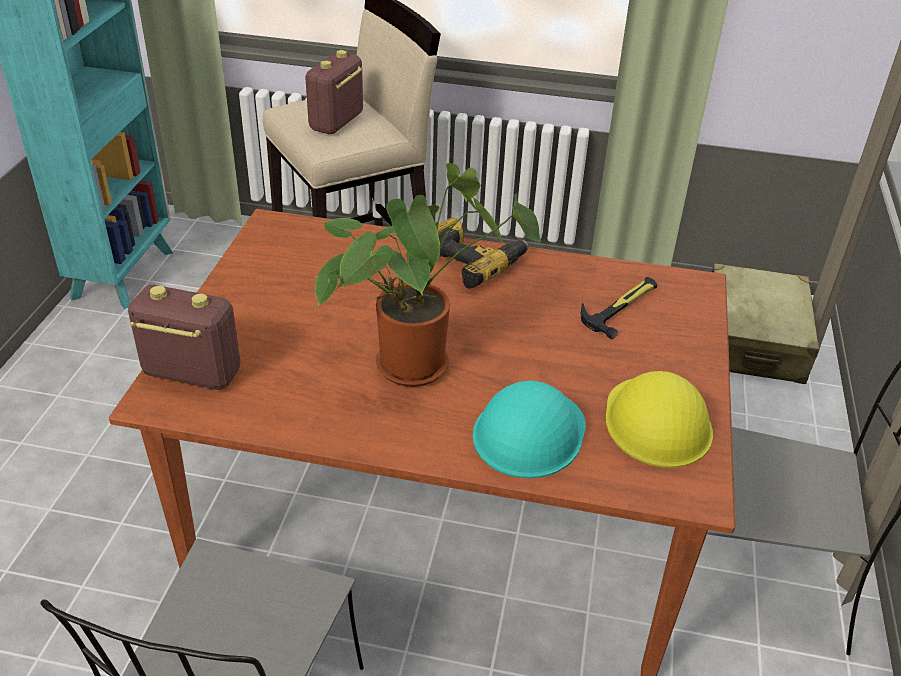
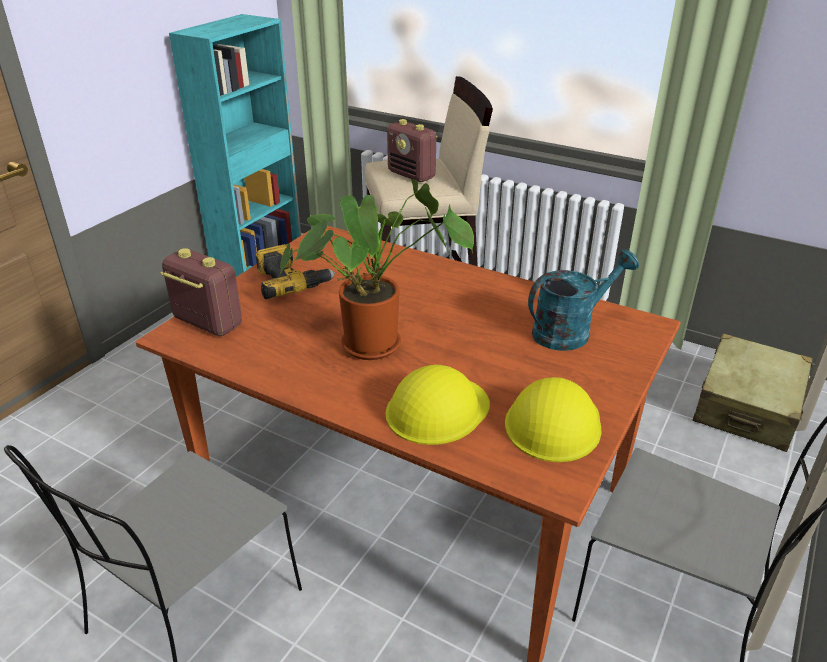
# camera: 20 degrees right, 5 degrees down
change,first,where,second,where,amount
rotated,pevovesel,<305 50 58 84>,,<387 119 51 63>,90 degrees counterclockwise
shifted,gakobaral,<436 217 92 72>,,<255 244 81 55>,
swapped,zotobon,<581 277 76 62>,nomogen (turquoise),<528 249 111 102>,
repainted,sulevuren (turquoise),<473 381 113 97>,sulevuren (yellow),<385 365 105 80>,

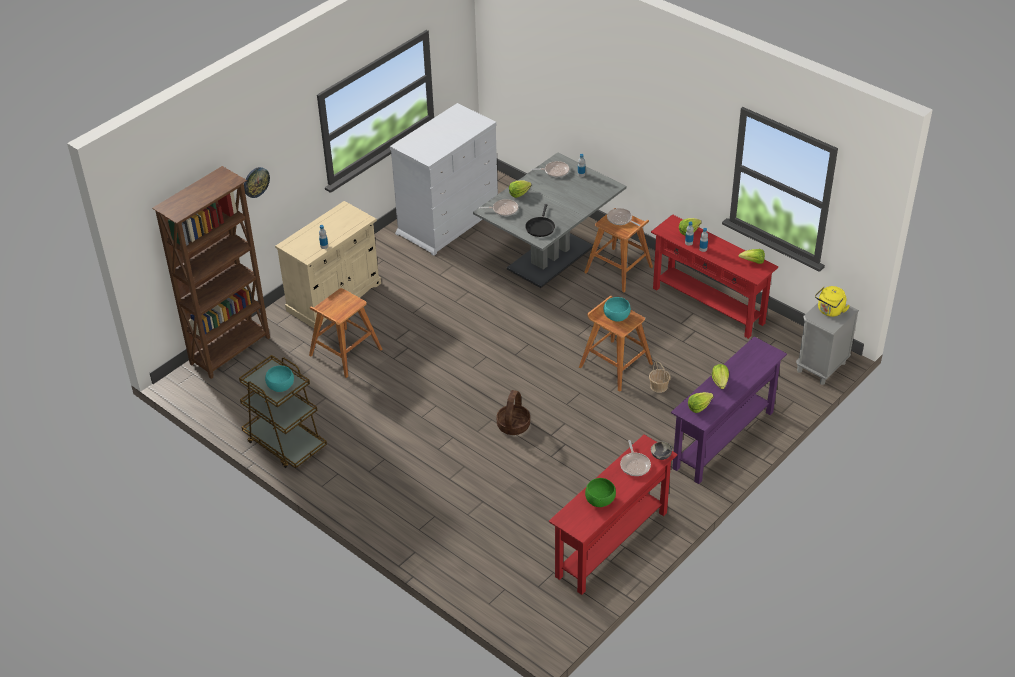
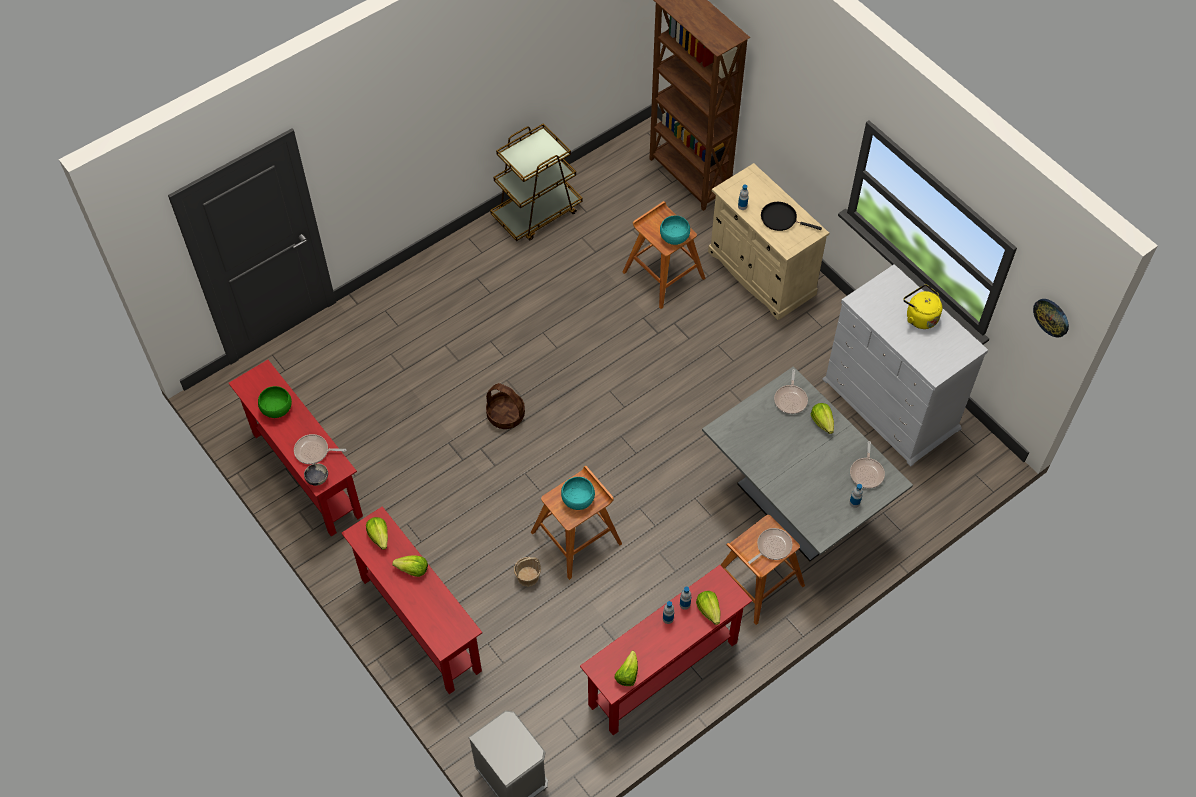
# camera: 100 degrees right, 15 degrees up
change,first,where,second,where,amount
shifted,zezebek,<244 167 26 31>,,<1033 299 36 38>,
shifted,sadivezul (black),<525 204 30 33>,,<761 202 61 29>,
shifted,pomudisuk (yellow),<815 286 35 31>,,<903 285 39 44>,
repainted,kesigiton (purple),<671 336 116 148>,kesigiton (red),<341 507 141 187>,
shifted,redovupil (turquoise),<265 366 29 26>,,<660 215 30 30>,

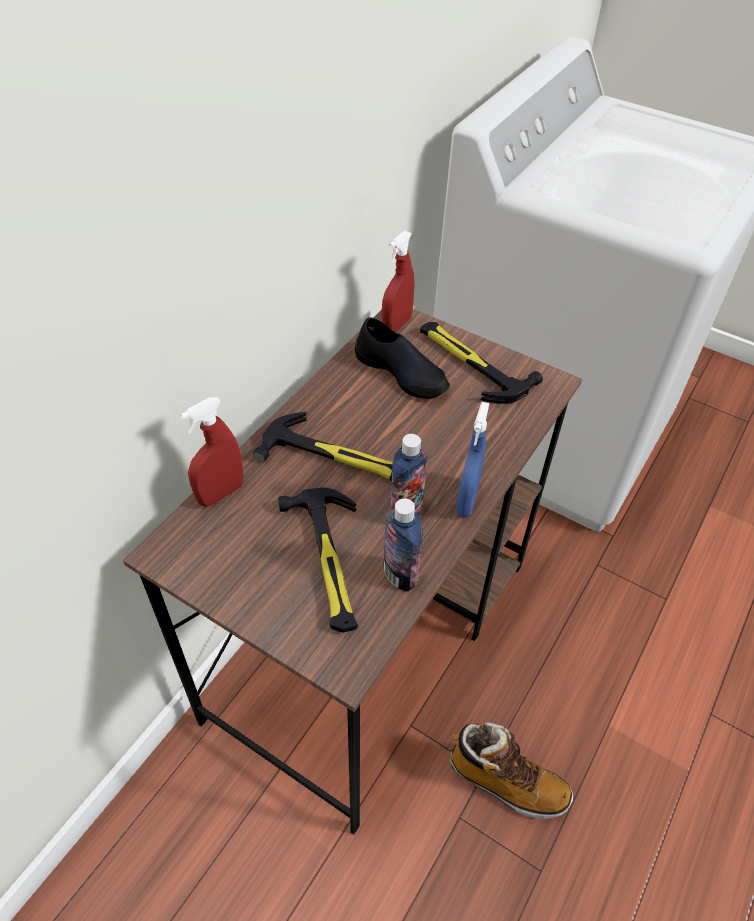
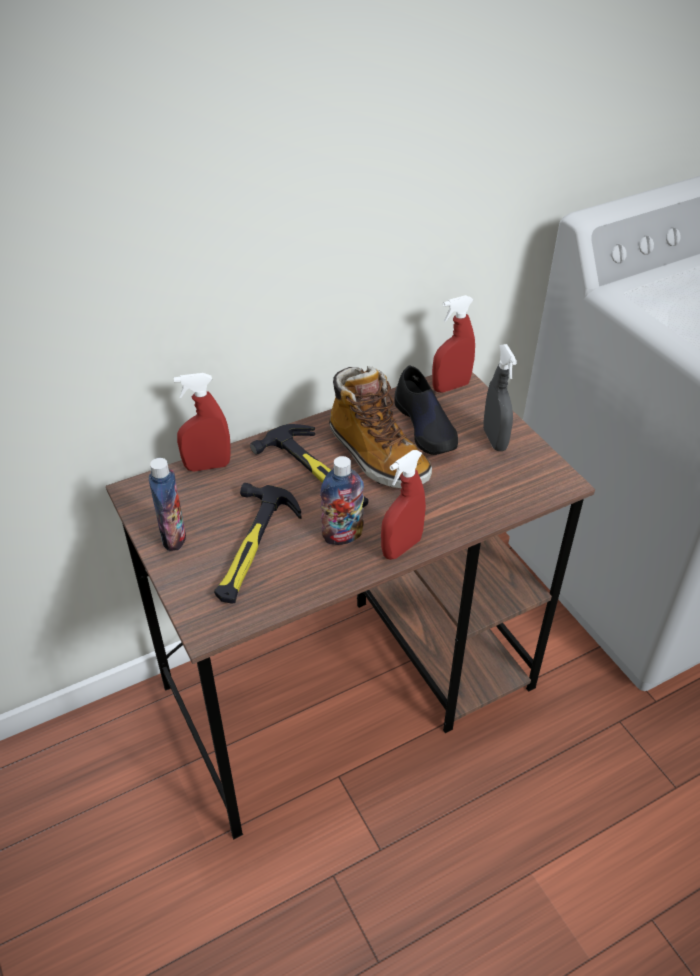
# camera: 30 degrees right, 5 degrees down
change,first,where,second,where,amount
swapped,zotobon,<420 322 123 82>,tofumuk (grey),<483 344 34 107>,
repainted,tofumuk (blue),<456 402 33 115>,tofumuk (red),<381 450 45 110>,
shifted,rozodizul,<383 499 40 93>,,<149 458 37 93>,
shifted,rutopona,<450 723 123 96>,,<329 366 103 122>,

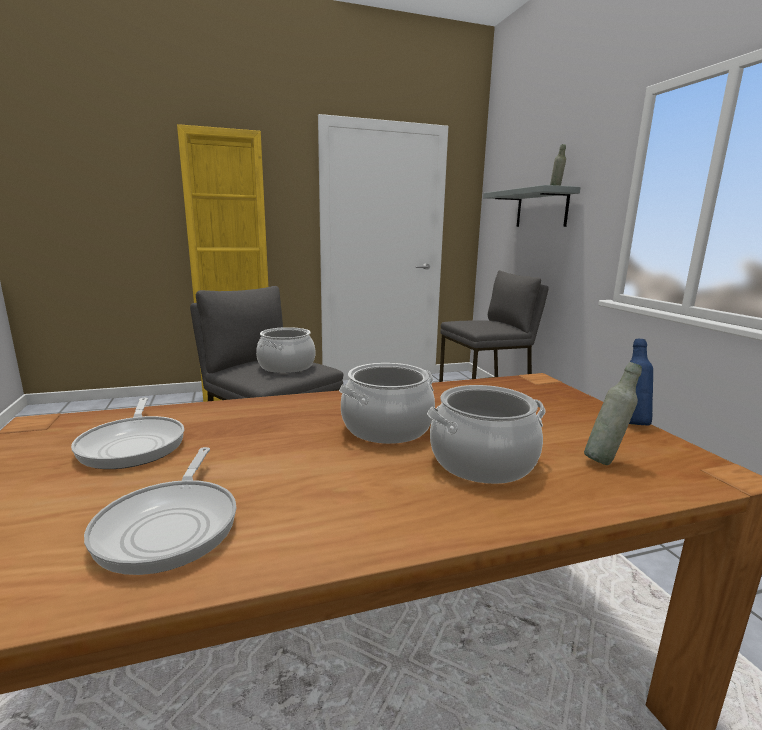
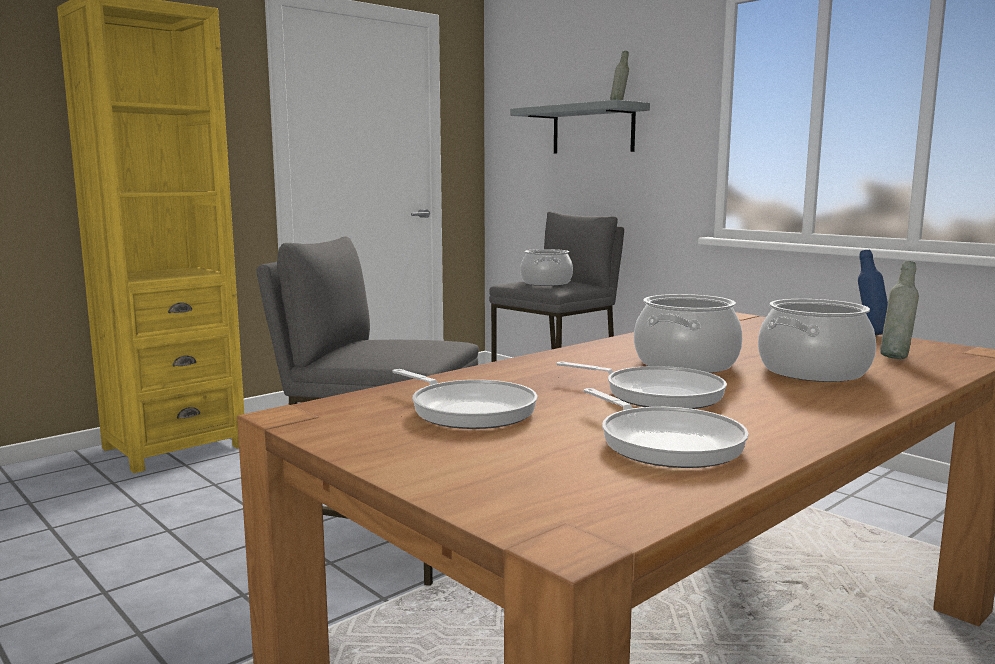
# camera: 25 degrees left, 5 degrees down
change,first,where,second,where,amount
shifted,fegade,<256 327 60 46>,,<520 249 53 37>,
new,,,sadivezul,<556 361 171 48>,

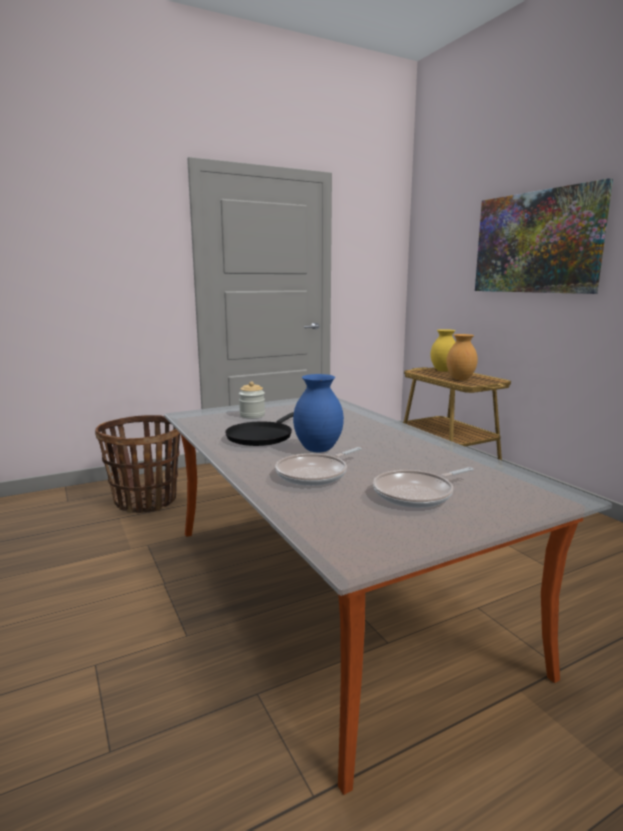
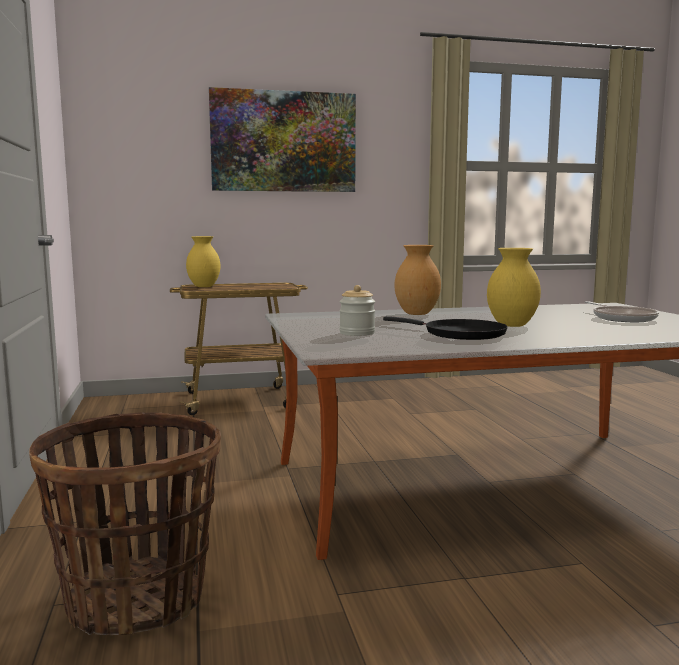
# camera: 75 degrees left, 5 degrees down
change,first,where,second,where,amount
shifted,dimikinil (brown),<446 334 32 46>,,<395 245 46 70>,
repainted,dimikinil (blue),<293 374 51 78>,dimikinil (yellow),<487 248 54 79>,
gone,sadivezul,<275 447 87 39>,,,

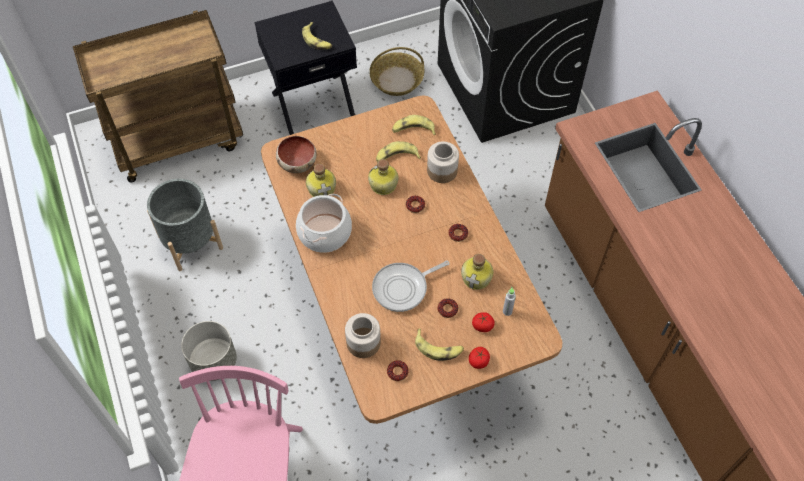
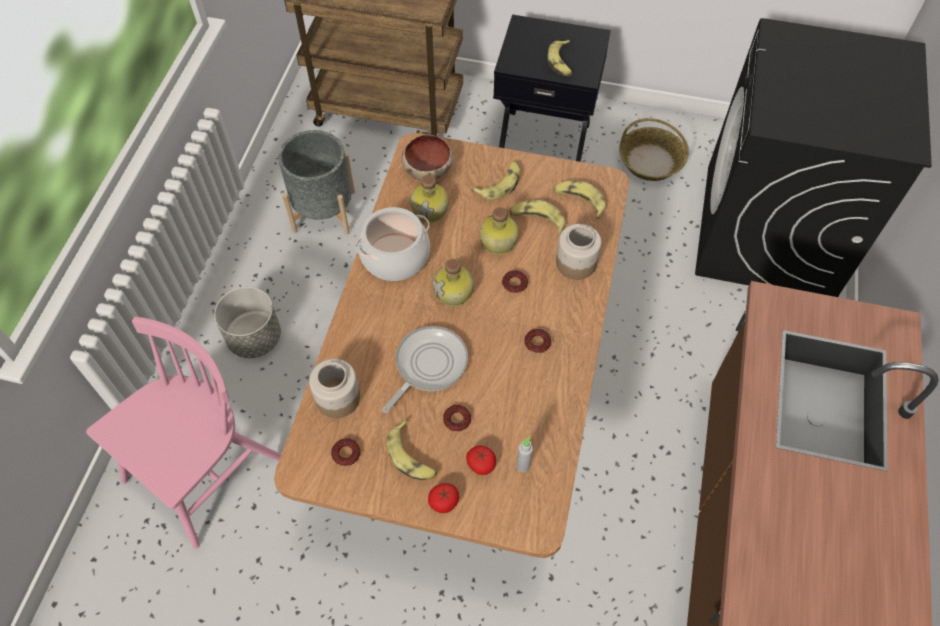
# camera: 35 degrees right, 0 degrees up
change,first,where,second,where,amount
shifted,rozodizul,<461 254 33 36>,,<433 259 41 48>,
rotated,sadivezul,<372 261 77 51>,,<382 326 86 87>,120 degrees clockwise
new,,,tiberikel,<472 161 48 39>,

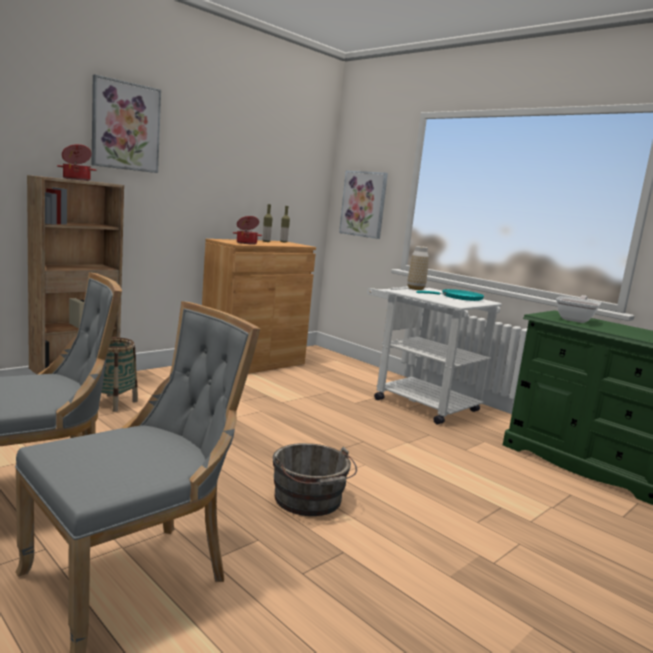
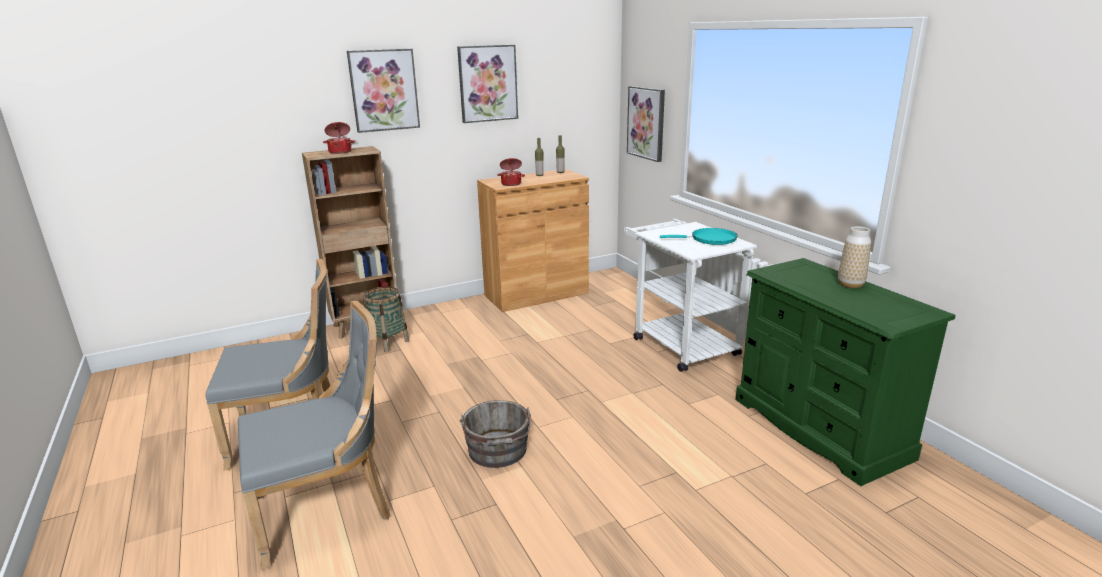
# camera: 20 degrees right, 10 degrees up
change,first,where,second,where,amount
shifted,dimikinil,<407 246 22 44>,,<838 226 33 62>,
gone,sadivezul,<556 295 45 28>,,,
new,,,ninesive,<457 45 61 78>,

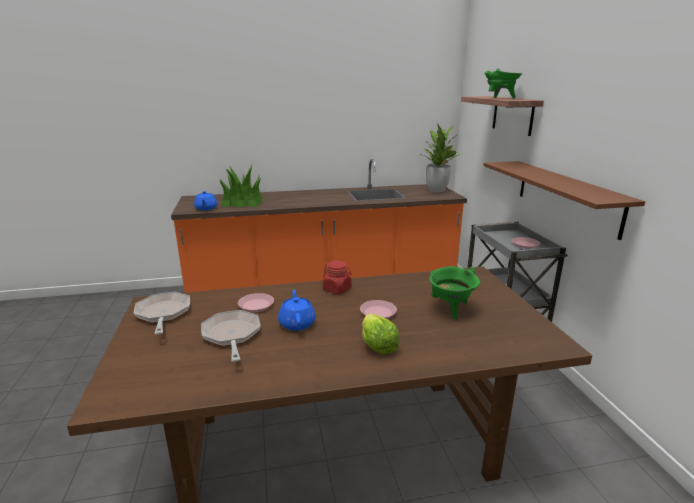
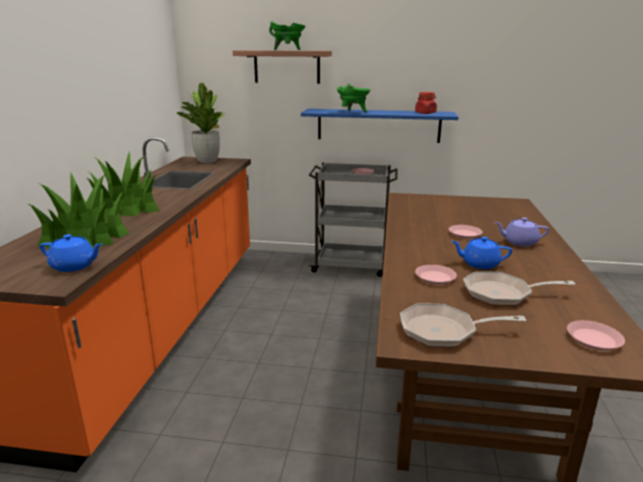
# camera: 70 degrees left, 0 degrees up
change,first,where,second,where,amount
repainted,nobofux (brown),<483 161 162 79>,nobofux (blue),<301 109 158 34>,
shifted,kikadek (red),<323 261 29 33>,,<415 92 22 22>,
shifted,fegade (green),<429 266 51 53>,,<337 84 34 29>,
swapped,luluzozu,<362 313 37 41>,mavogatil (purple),<495 217 54 29>,
new,,,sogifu,<87 152 73 67>,
new,,,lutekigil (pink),<567 320 58 31>,

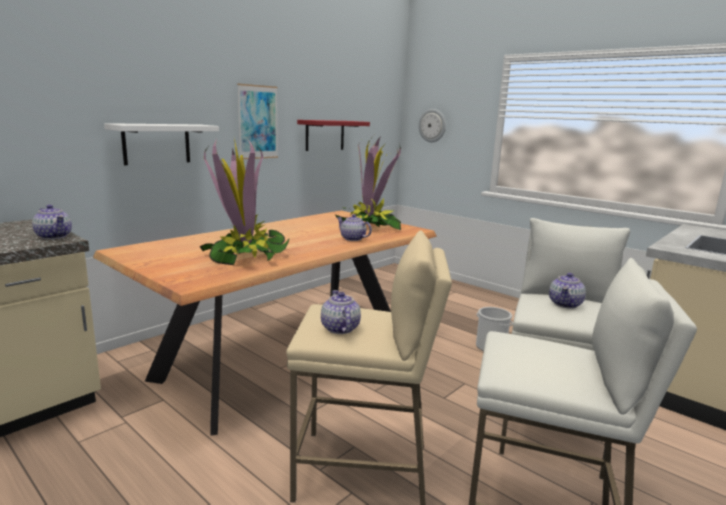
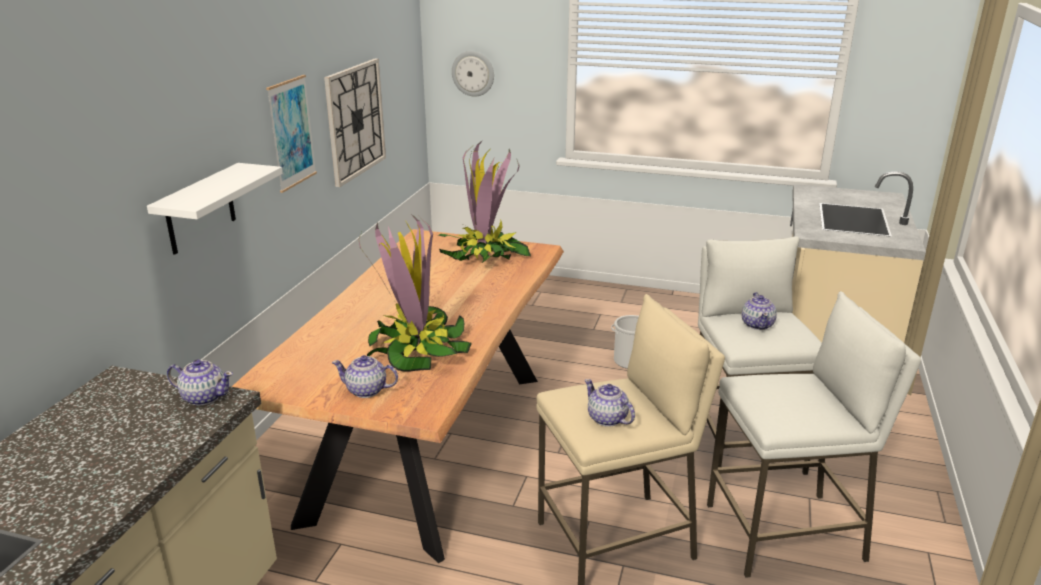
# camera: 25 degrees left, 10 degrees up
change,first,where,second,where,amount
swapped,nobofux (red),<297 120 73 31>,zezebek,<324 59 62 128>,
shifted,mavogatil,<337 214 35 27>,,<332 355 66 43>,

